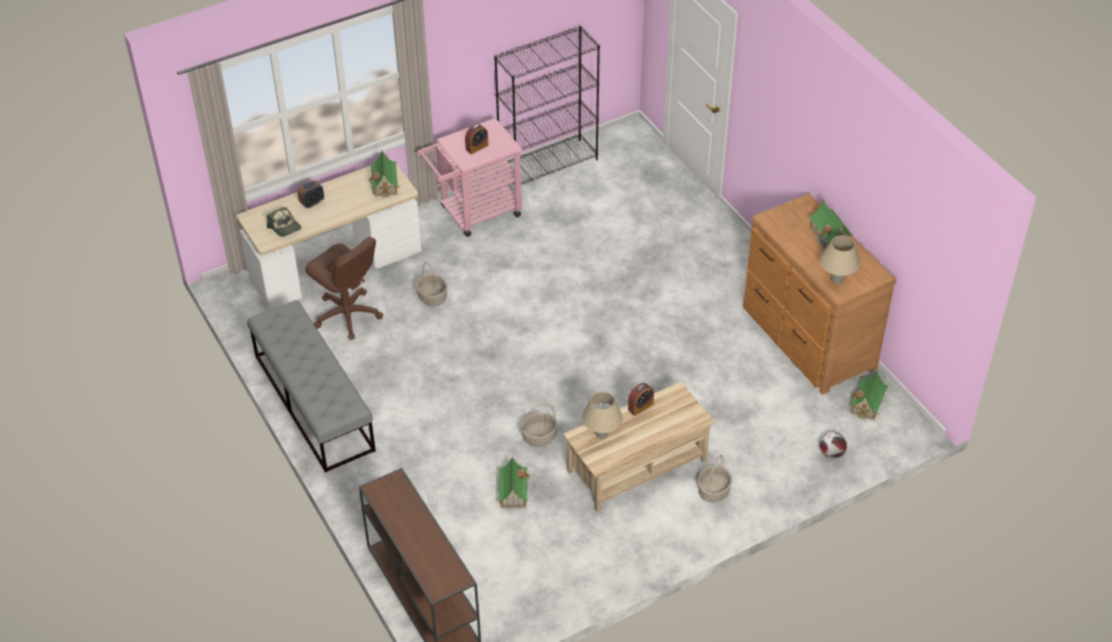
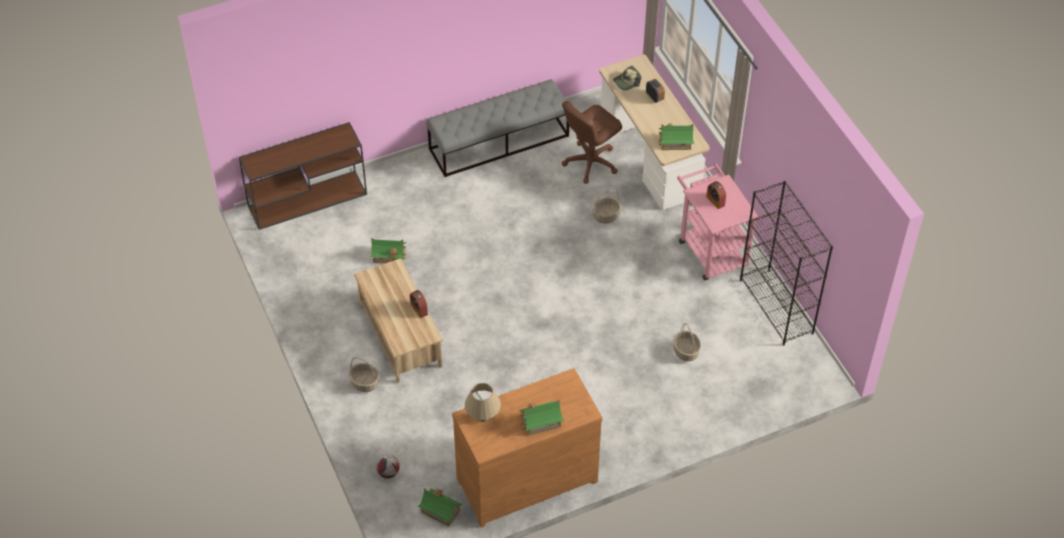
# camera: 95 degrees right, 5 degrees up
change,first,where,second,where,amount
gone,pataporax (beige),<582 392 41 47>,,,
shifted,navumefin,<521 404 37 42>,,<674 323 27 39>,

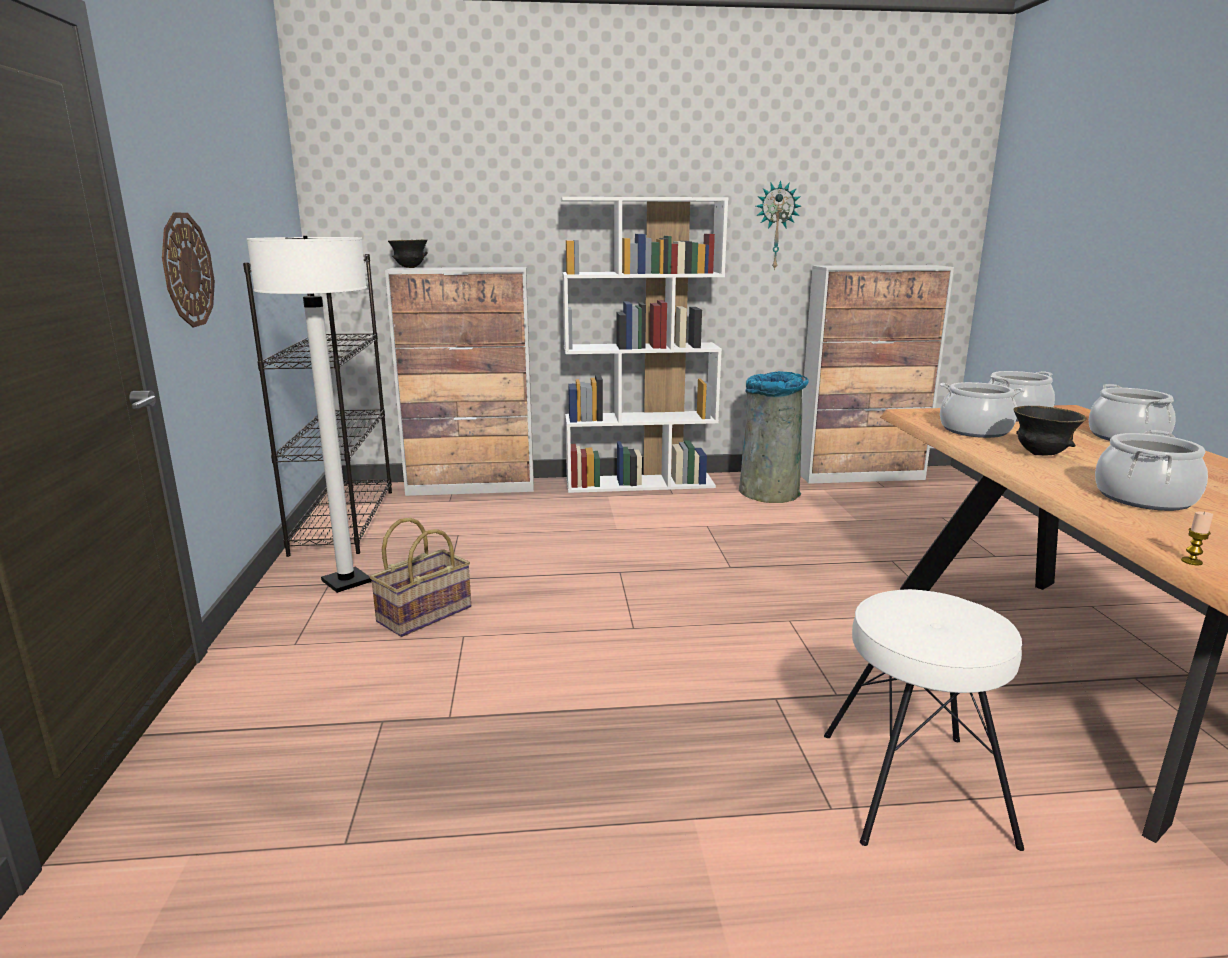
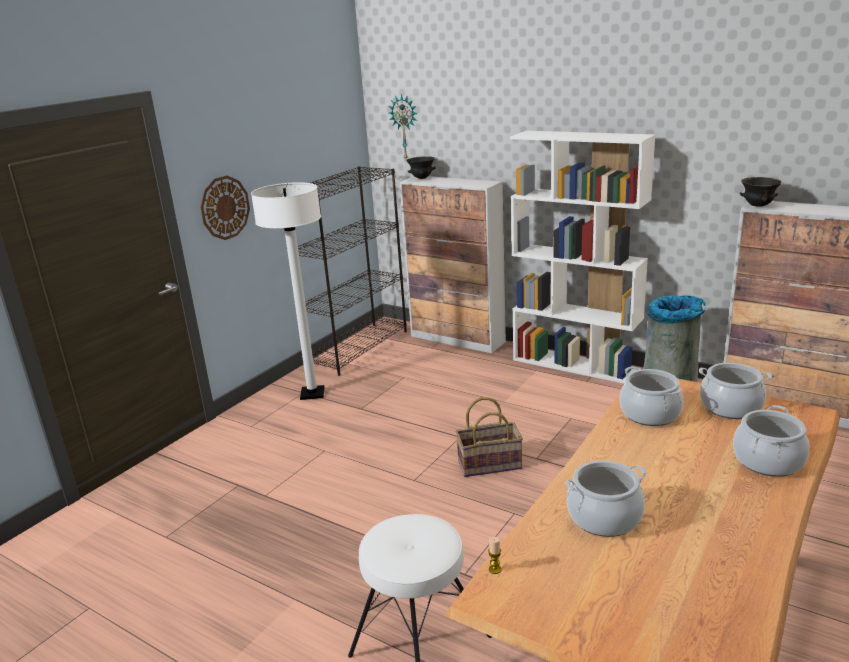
# camera: 40 degrees right, 5 degrees up
change,first,where,second,where,amount
shifted,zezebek,<756 180 45 91>,,<389 94 29 65>,
shifted,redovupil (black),<1013 406 73 50>,,<740 177 42 30>,
shifted,navumefin,<370 518 101 119>,,<456 397 67 80>,

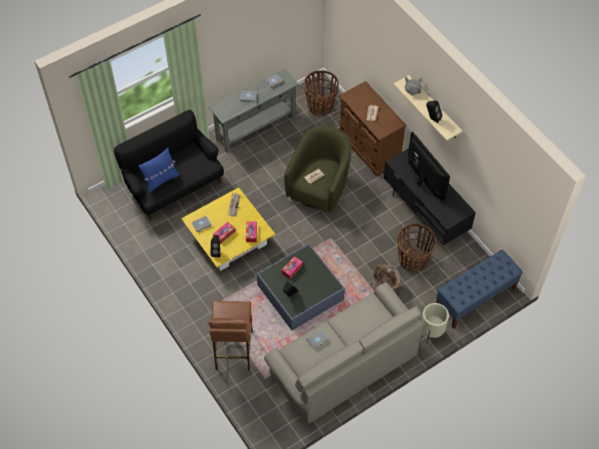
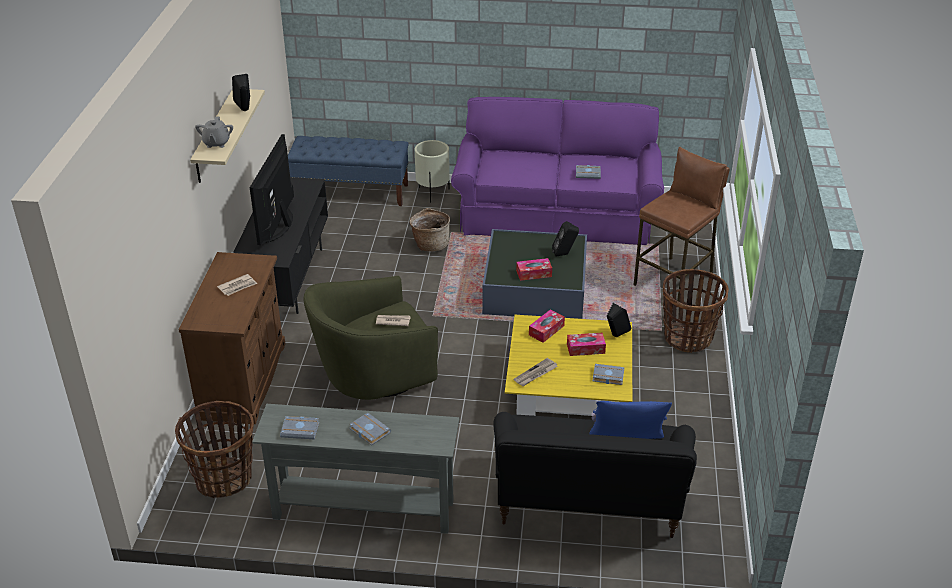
# camera: 140 degrees left, 20 degrees down
change,first,where,second,where,amount
shifted,navumefin,<397 224 39 48>,,<663 269 66 84>,
repainted,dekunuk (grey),<264 282 160 143>,dekunuk (purple),<451 97 213 148>,

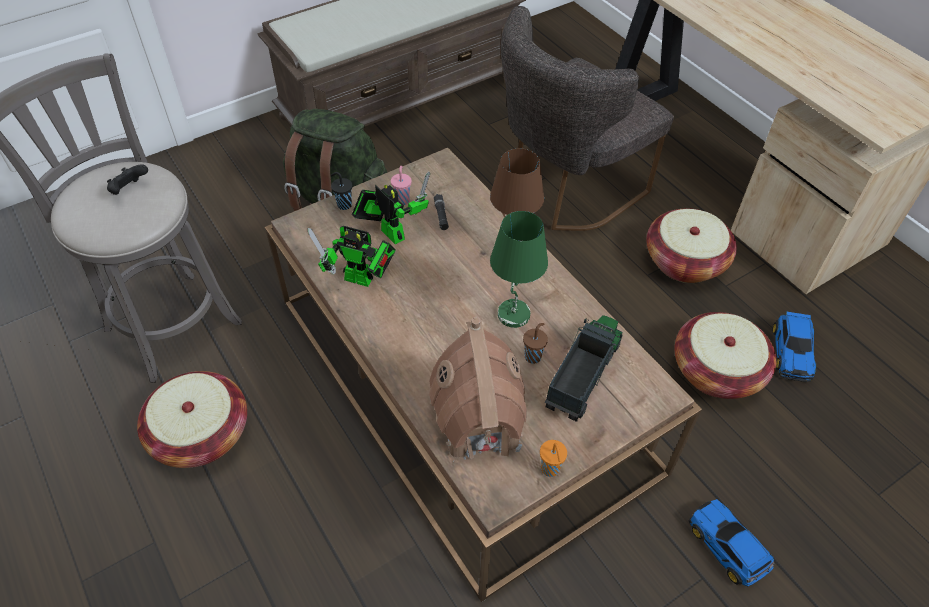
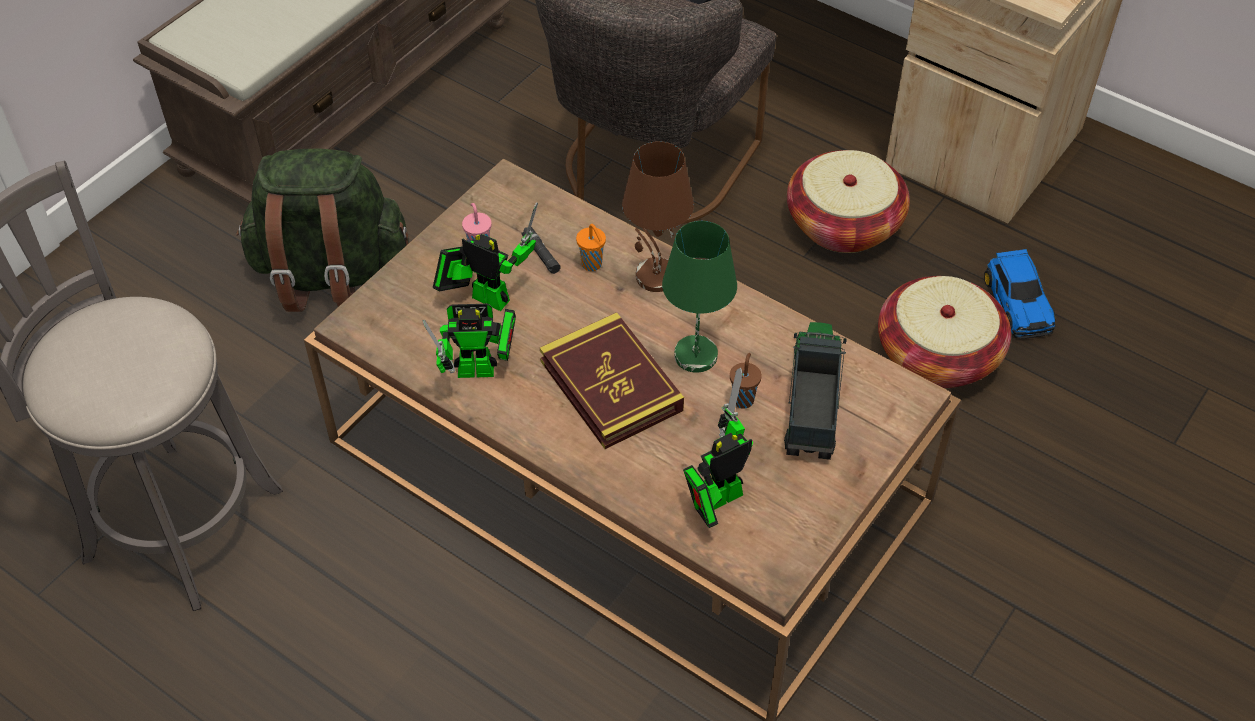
# camera: 20 degrees left, 0 degrees up
change,first,where,second,where,amount
gone,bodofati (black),<107 164 41 31>,,,
gone,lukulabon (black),<331 172 21 38>,,,
swapped,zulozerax,<429 317 98 145>,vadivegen,<683 368 70 160>,
gone,navumefin,<137 371 110 97>,,,
shifted,lukulabon (orange),<540 440 27 37>,,<576 224 30 47>,
gone,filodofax,<688 499 86 87>,,,
new,,,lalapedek,<540 312 144 137>,

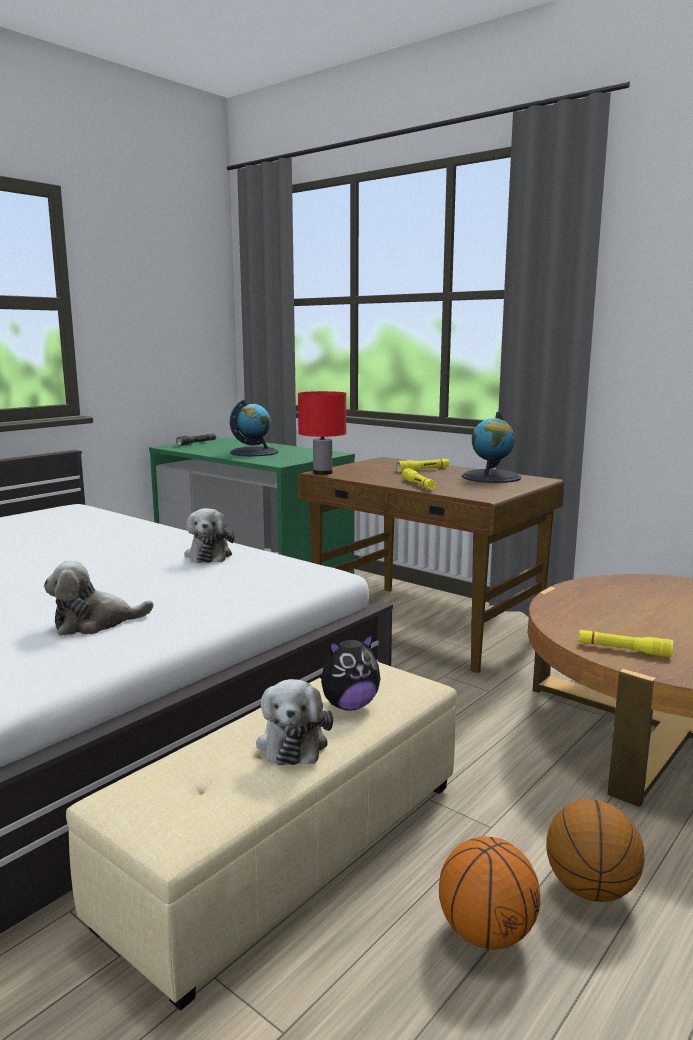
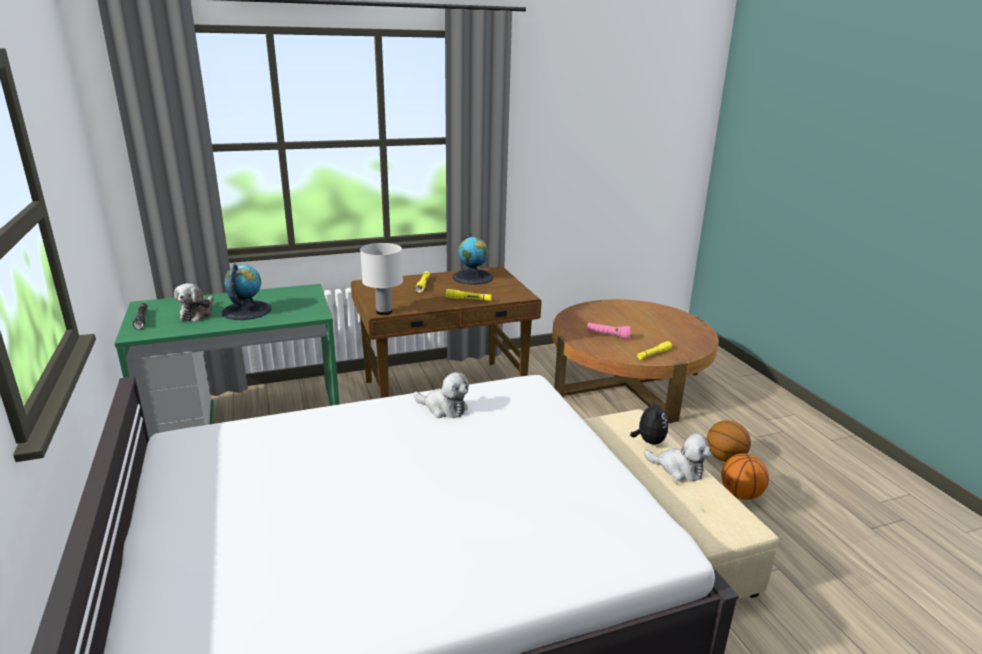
# camera: 60 degrees left, 10 degrees up
change,first,where,second,where,amount
repainted,pataporax (red),<298 391 49 84>,pataporax (white),<360 243 43 72>,
shifted,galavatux,<44 560 110 75>,,<174 283 40 39>,
new,,,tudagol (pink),<587 323 44 17>,

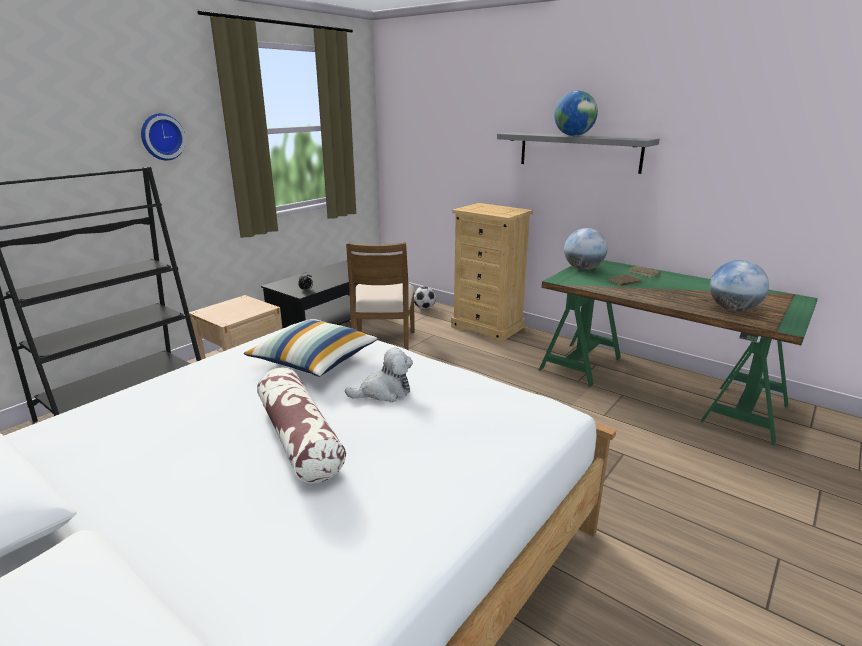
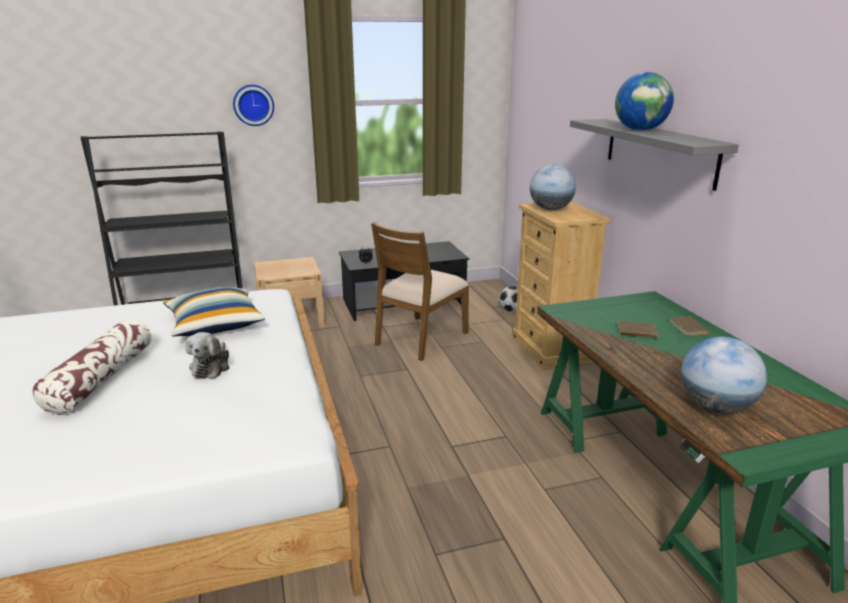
# camera: 35 degrees right, 0 degrees up
change,first,where,second,where,amount
shifted,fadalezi,<564 228 43 42>,,<530 164 46 46>,
rotated,galavatux,<345 348 68 54>,,<185 332 44 46>,75 degrees clockwise

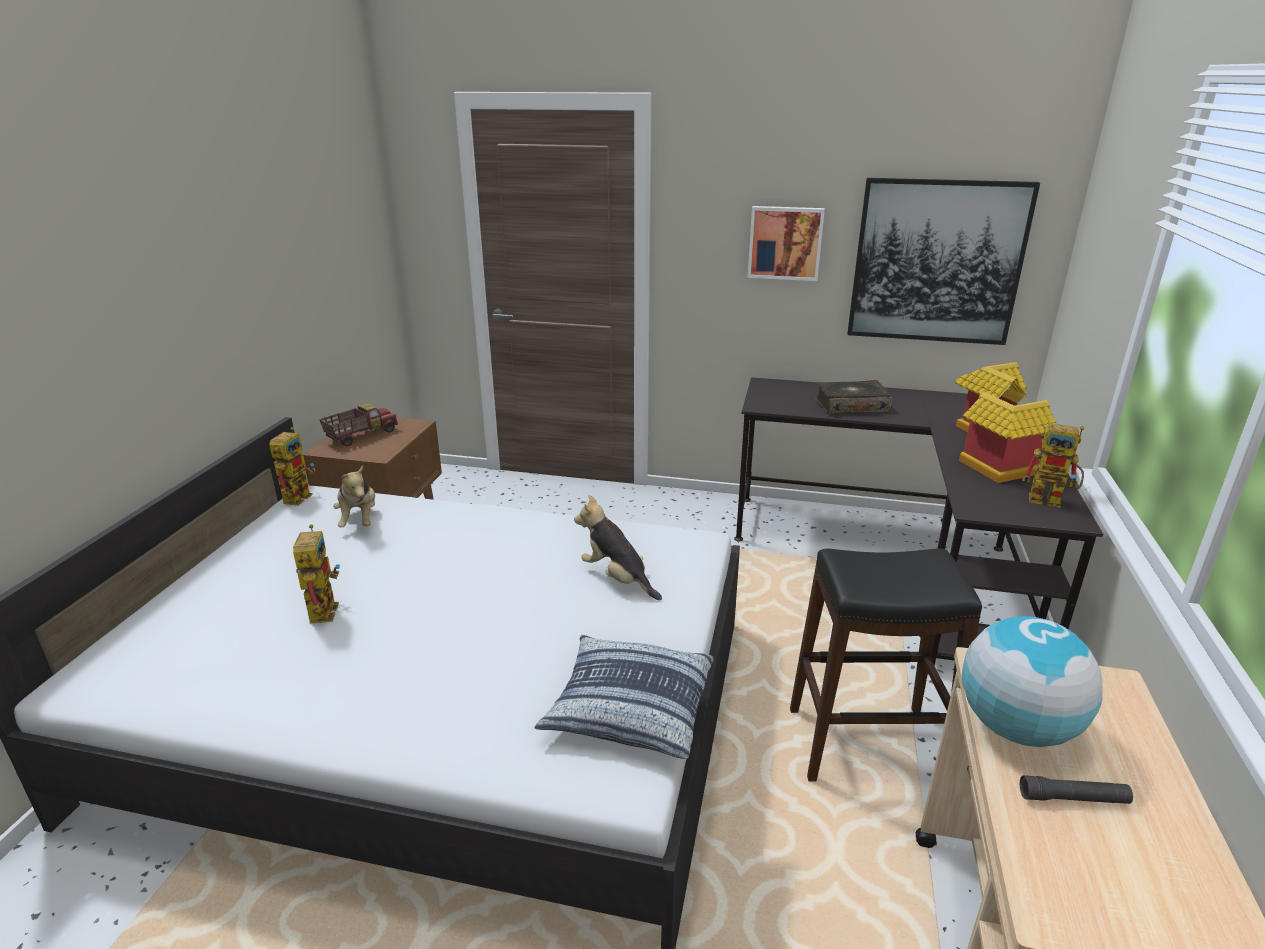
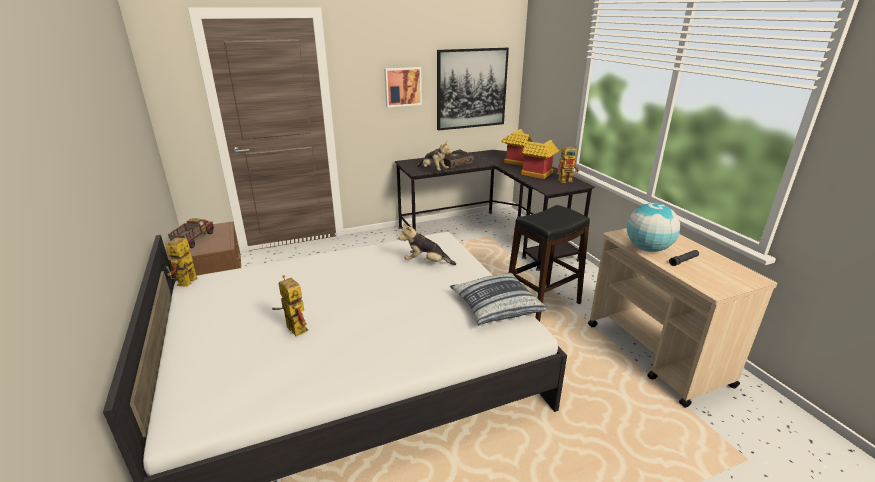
# camera: 35 degrees left, 0 degrees up
change,first,where,second,where,amount
rotated,vadivegen,<269 427 47 79>,,<166 237 31 50>,150 degrees counterclockwise
shifted,galavatux,<333 465 42 63>,,<416 140 36 31>,

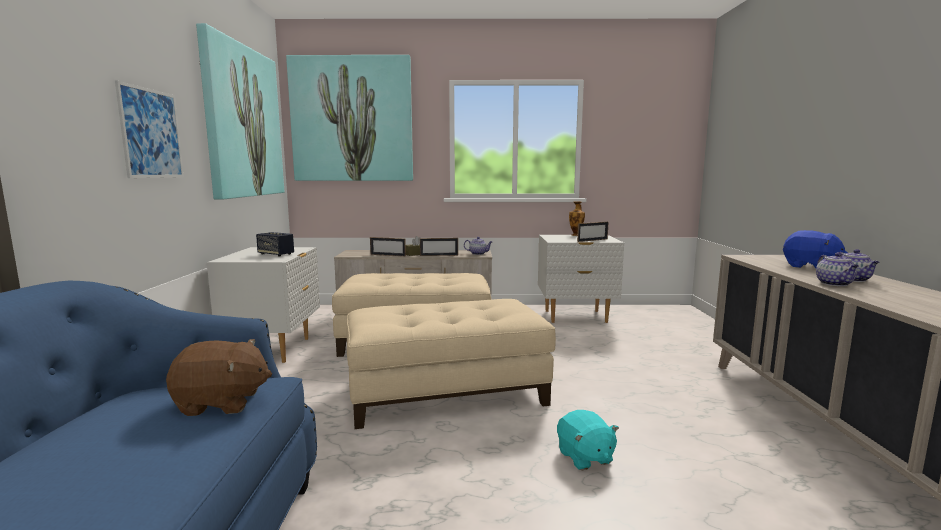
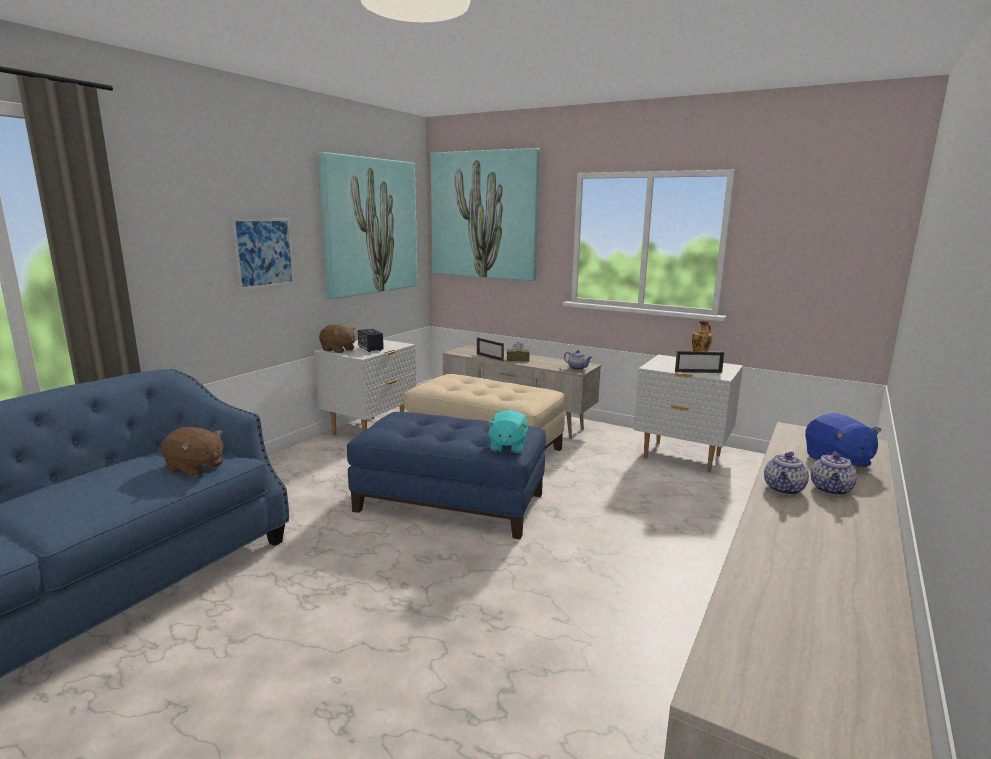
# camera: 30 degrees right, 5 degrees up
change,first,where,second,where,amount
gone,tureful,<420 238 38 18>,,,
repainted,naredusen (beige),<346 299 210 130>,naredusen (blue),<347 412 199 128>,
shifted,galavatux (turquoise),<557 410 62 60>,,<486 410 42 43>,
new,,,galavatux (brown),<319 324 36 29>,

